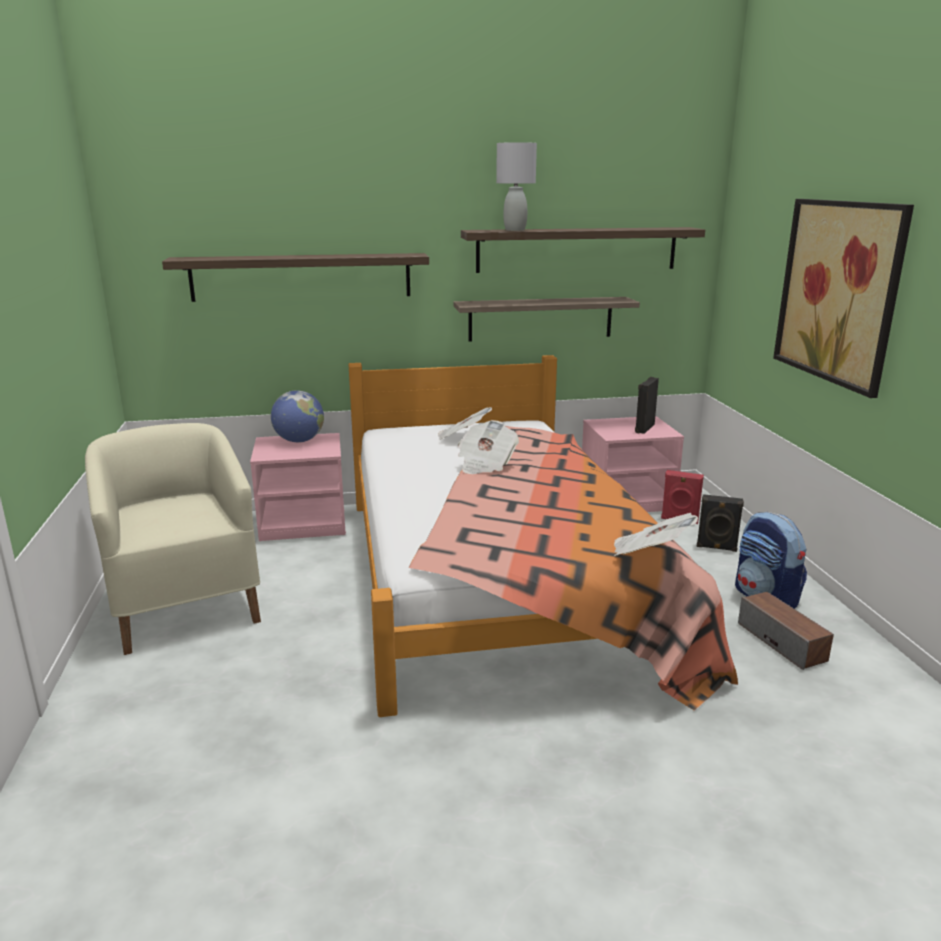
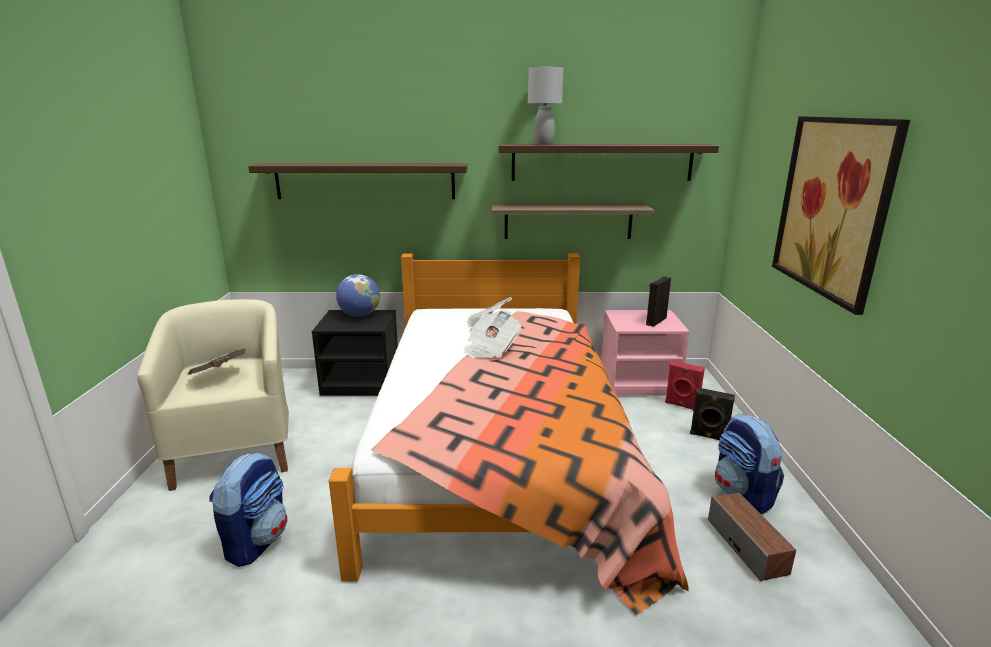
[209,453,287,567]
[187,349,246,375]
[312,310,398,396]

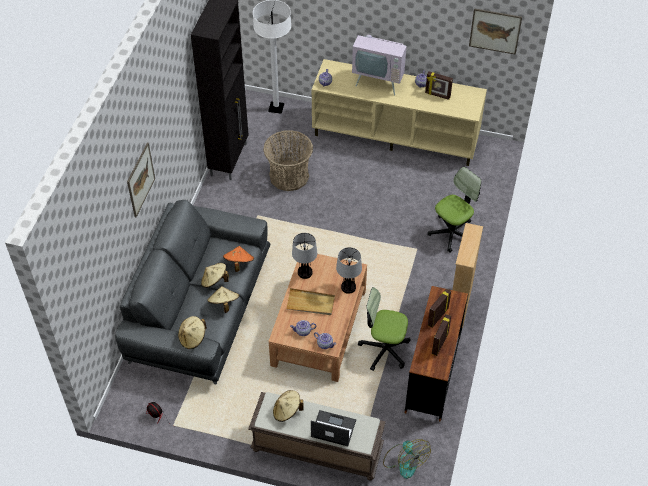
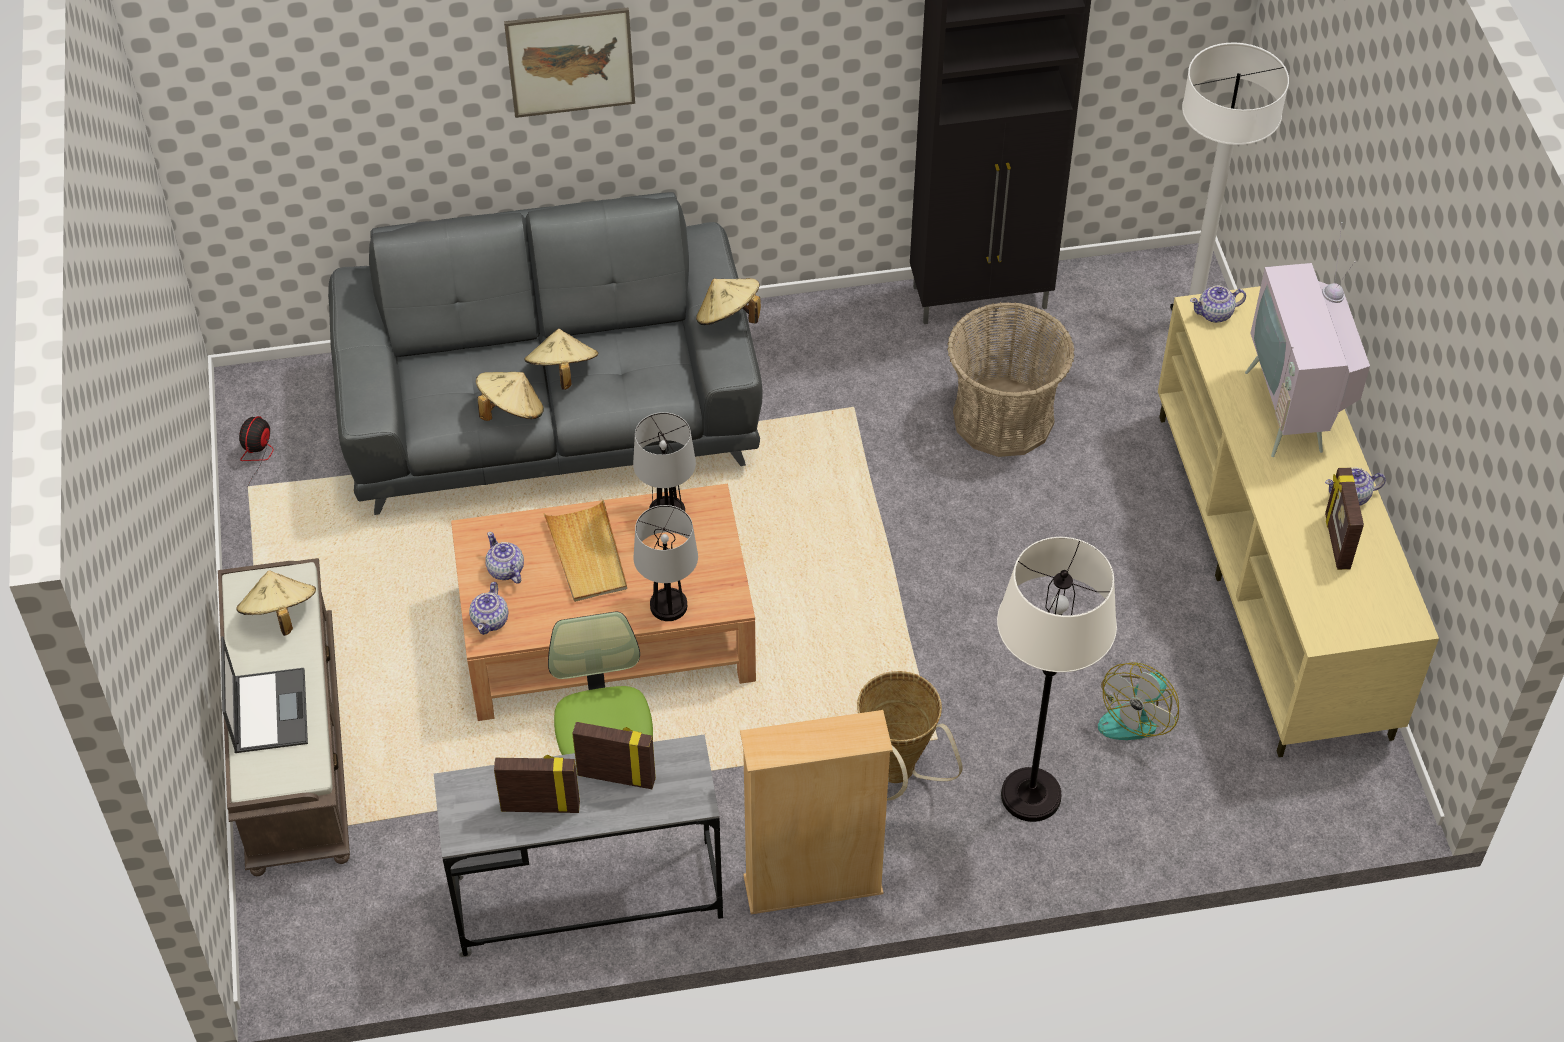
[223,246,254,272] (first image)
[469,8,522,55] (first image)
[857,671,963,801]
[696,278,761,325]
[1098,662,1179,740]
[997,537,1117,822]
[434,735,723,957]

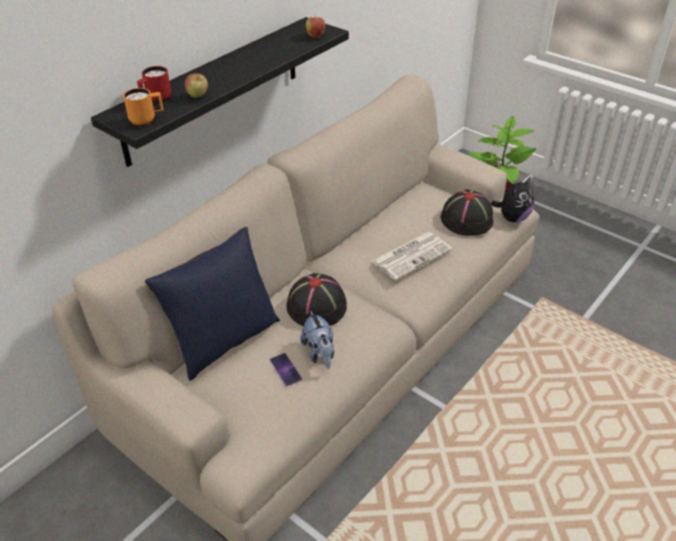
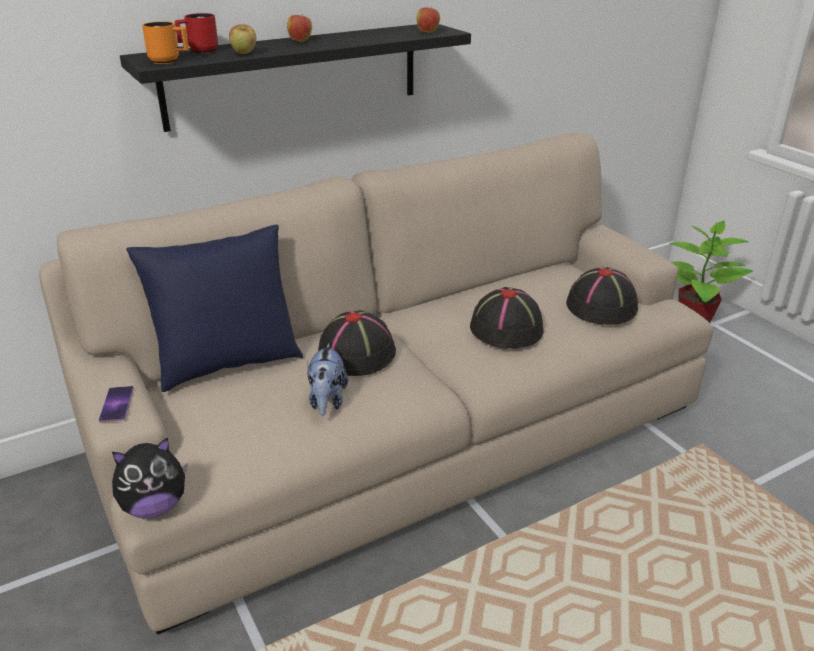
[287,14,312,42]
[99,386,134,422]
[112,438,187,518]
[470,287,544,349]

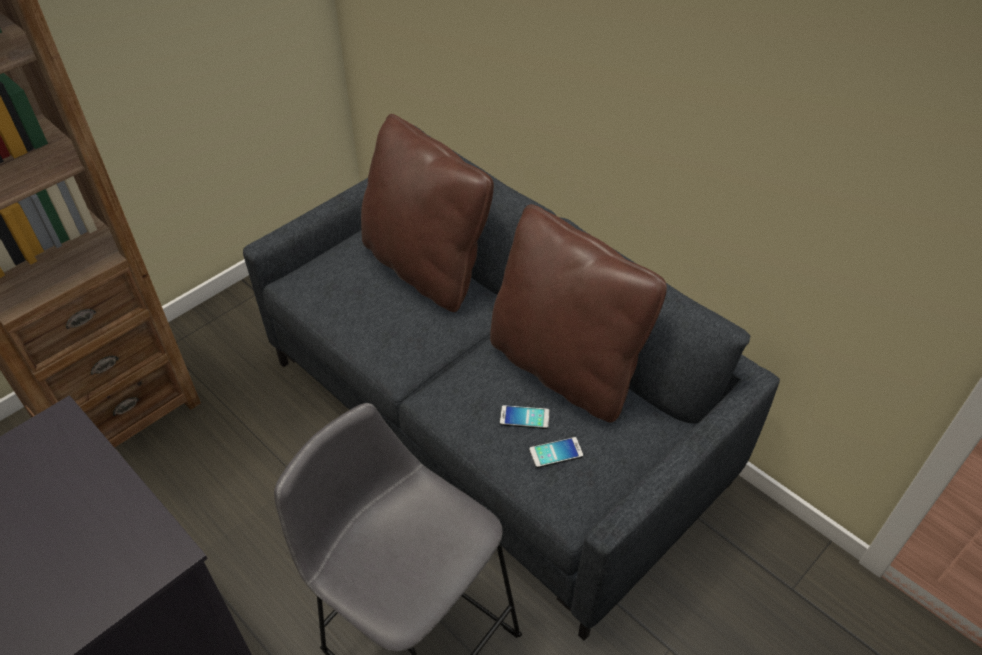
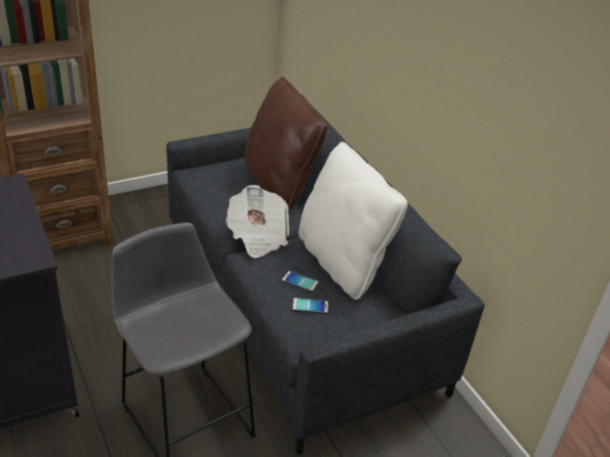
[225,185,289,258]
[299,142,408,300]

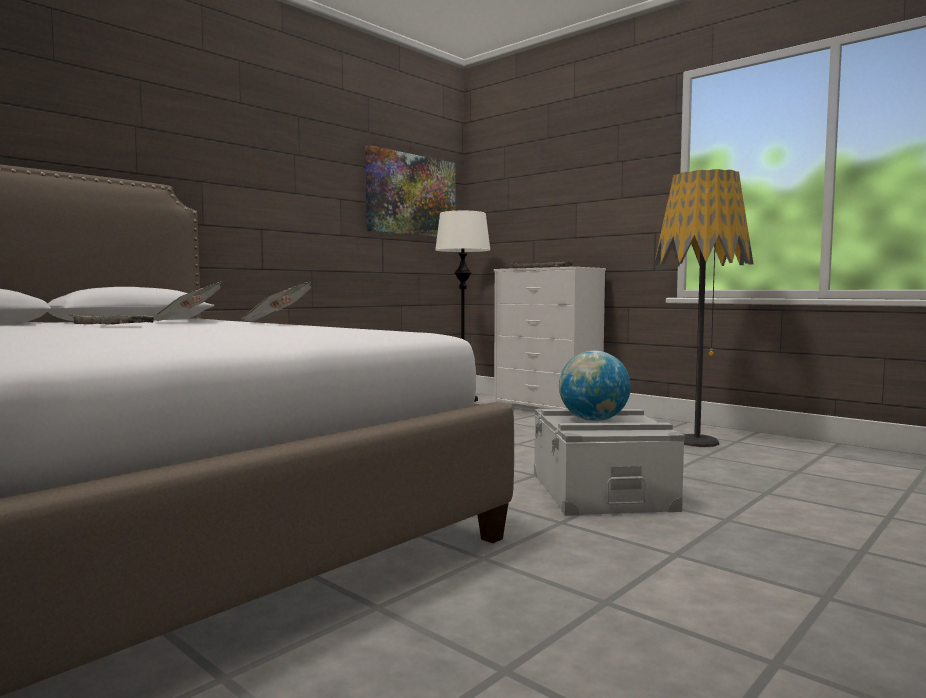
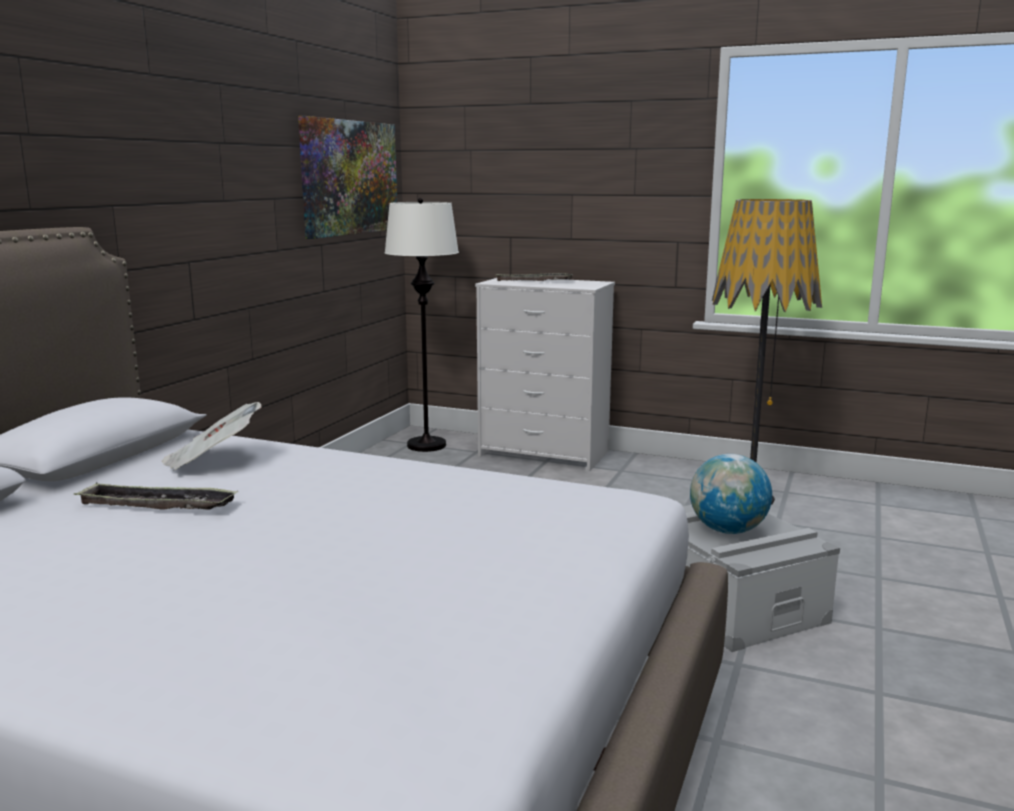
[241,281,311,322] (first image)

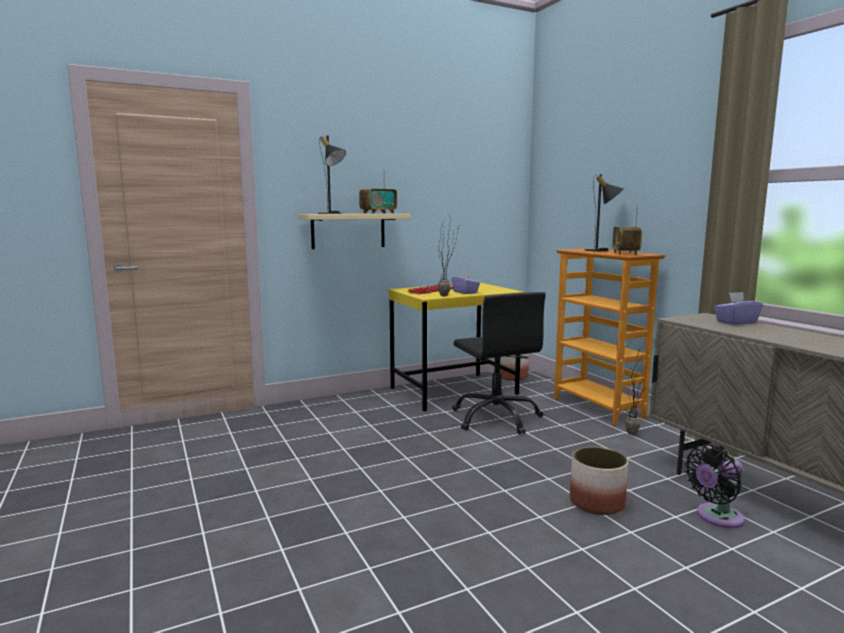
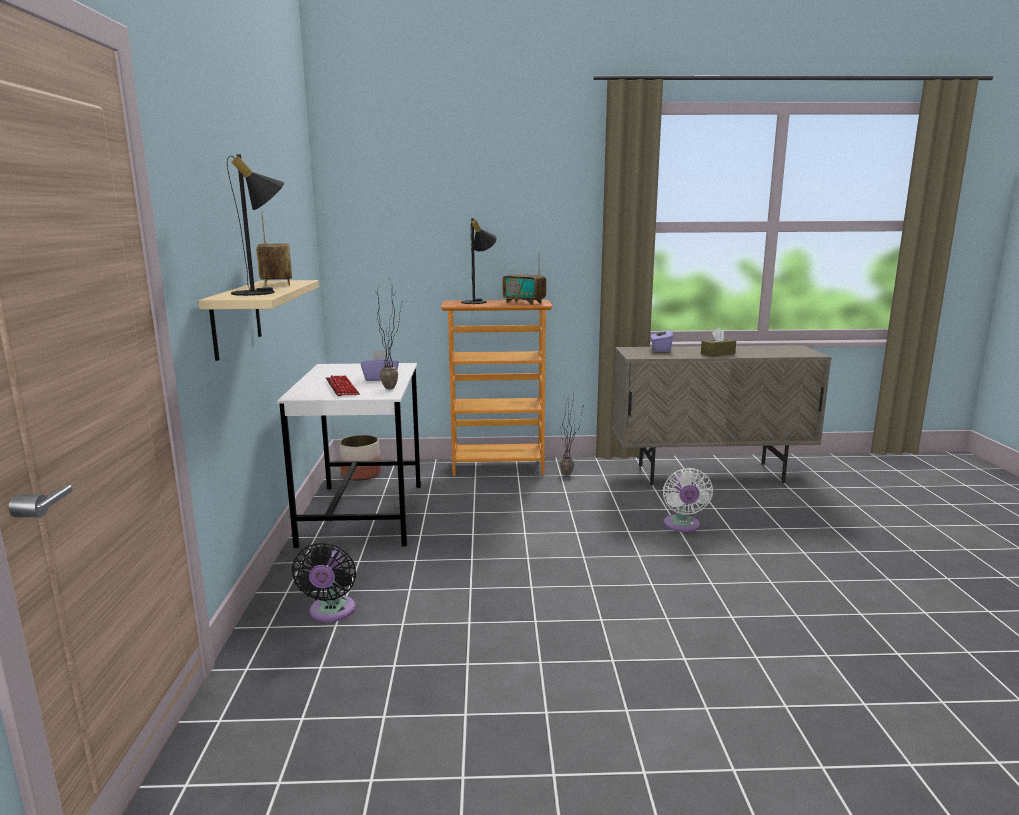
[452,292,546,435] (first image)
[701,327,736,357]
[291,542,356,622]
[663,468,713,532]
[277,363,421,549]

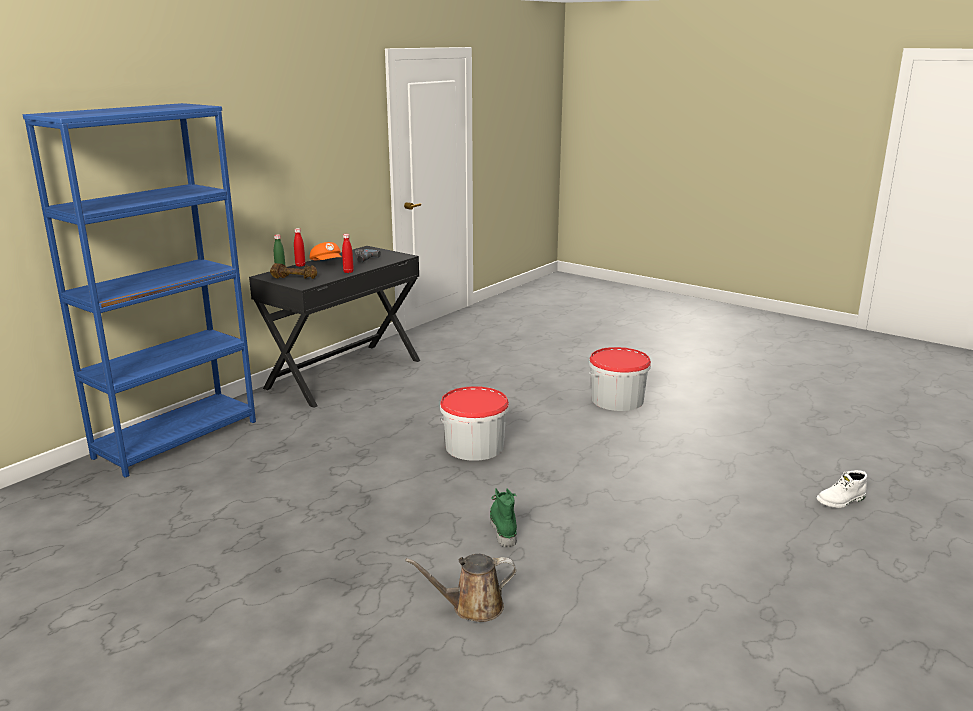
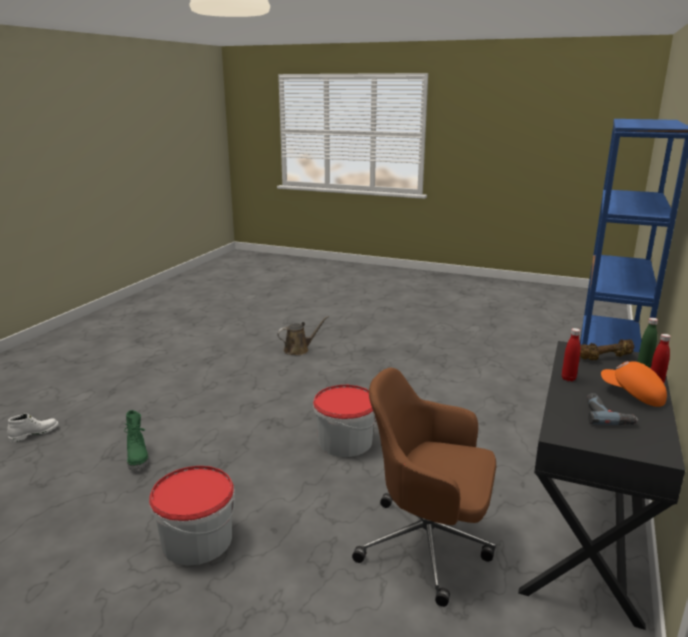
[352,367,496,607]
[124,410,149,471]

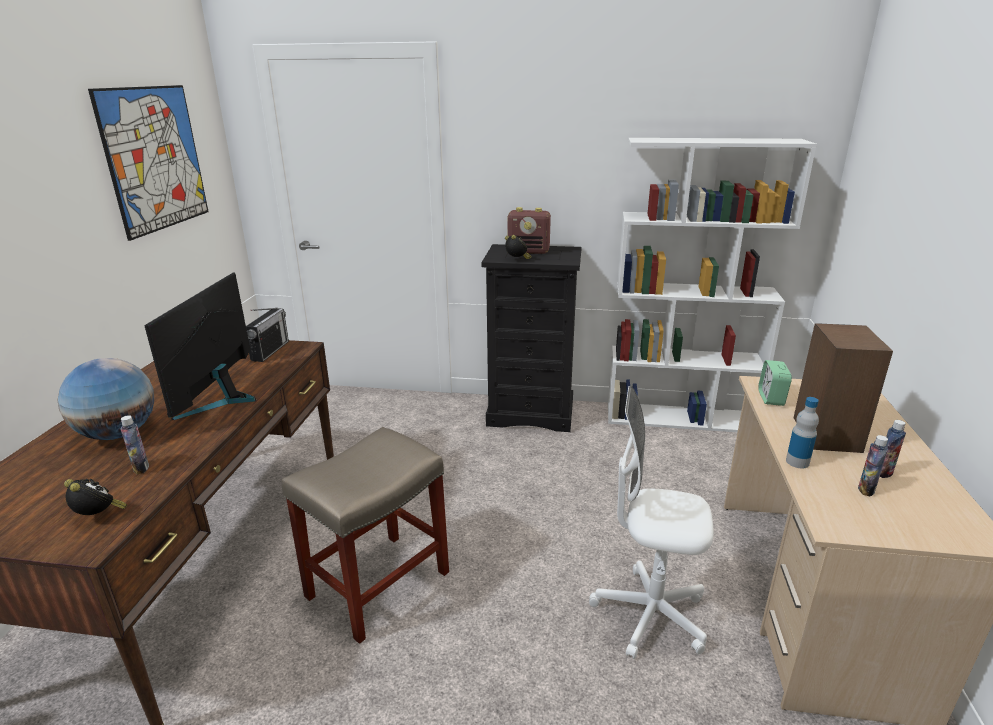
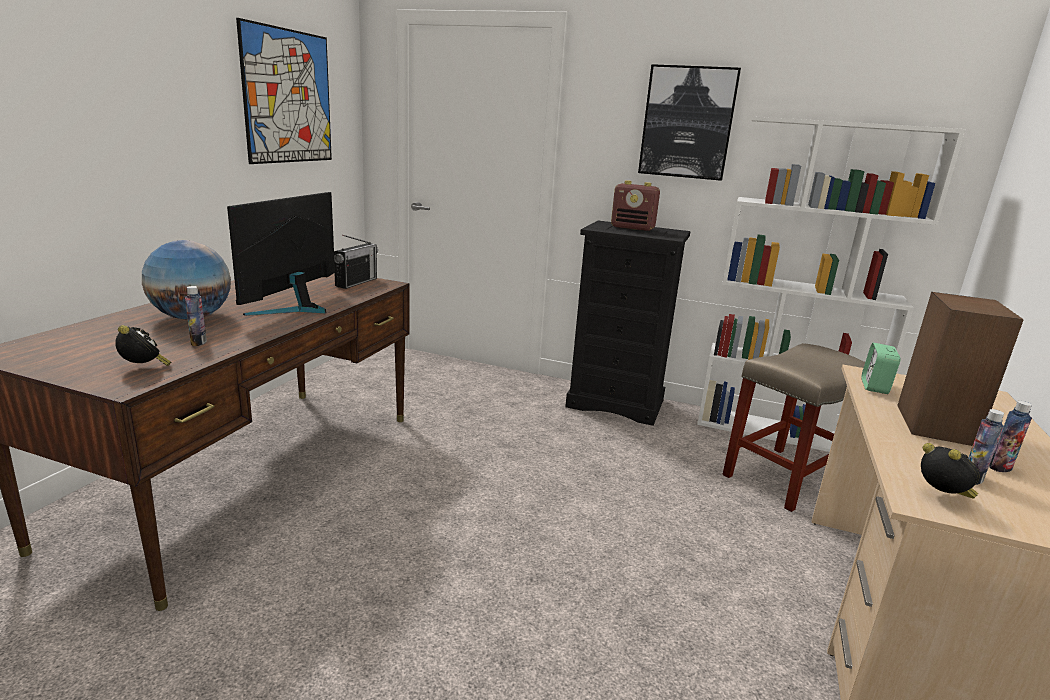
[589,386,714,659] (first image)
[786,397,819,468] (first image)
[638,64,741,181]
[723,343,865,512]
[921,443,980,499]

